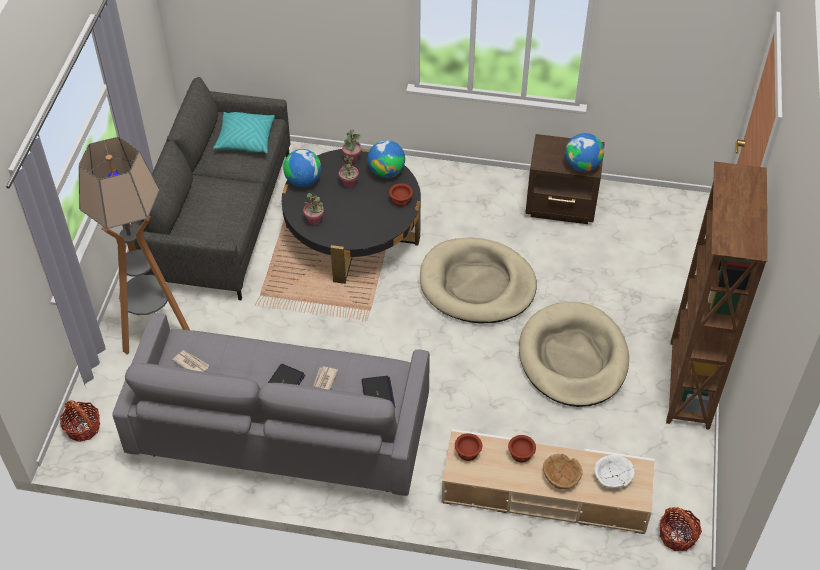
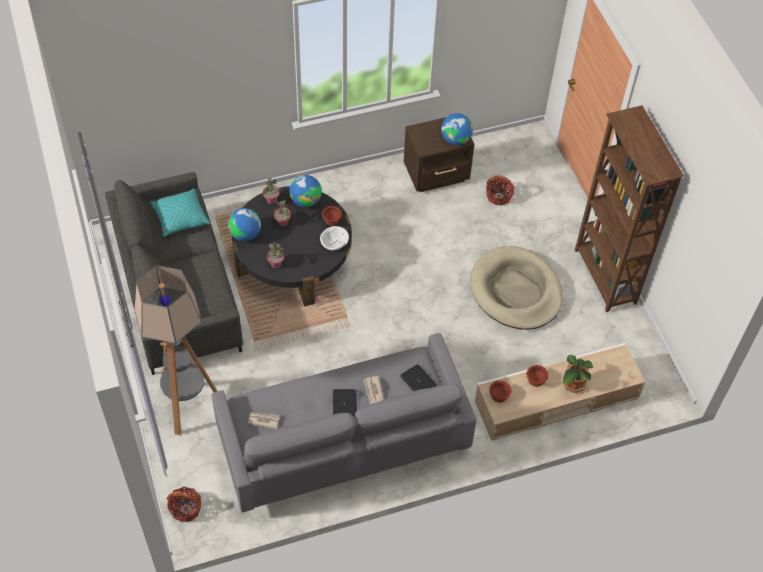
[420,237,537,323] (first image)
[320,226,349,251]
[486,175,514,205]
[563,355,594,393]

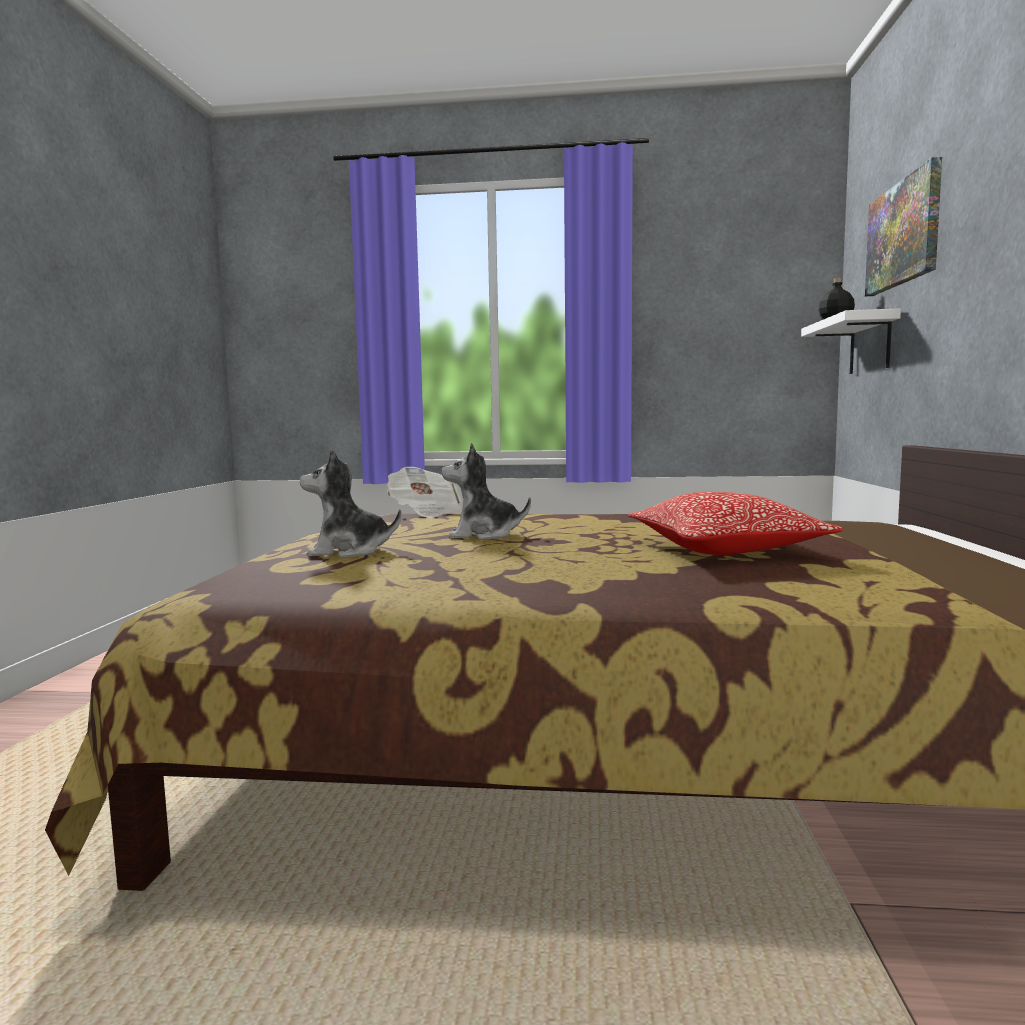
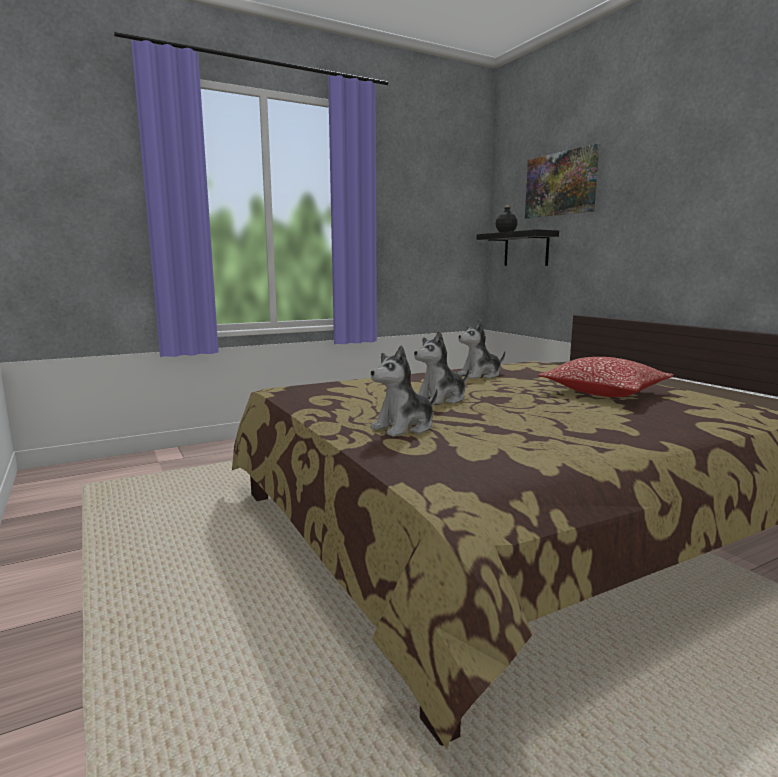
[387,467,462,518] (first image)
[457,319,505,379]
[476,229,559,266]

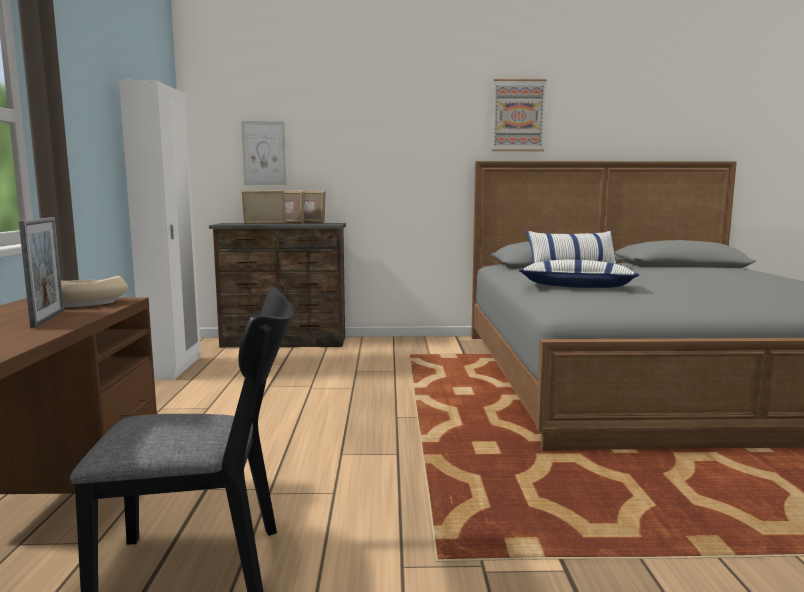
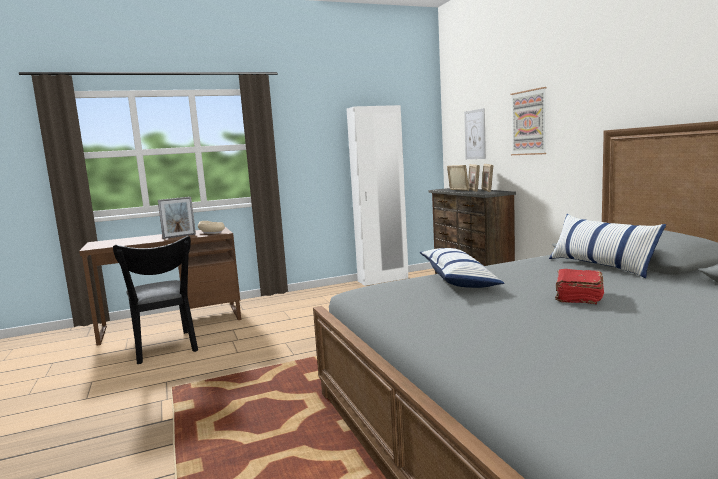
[555,269,604,304]
[511,87,546,155]

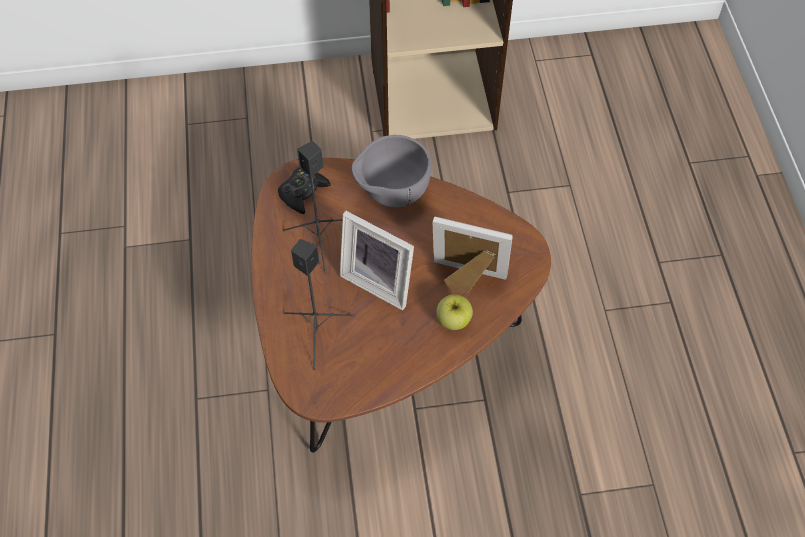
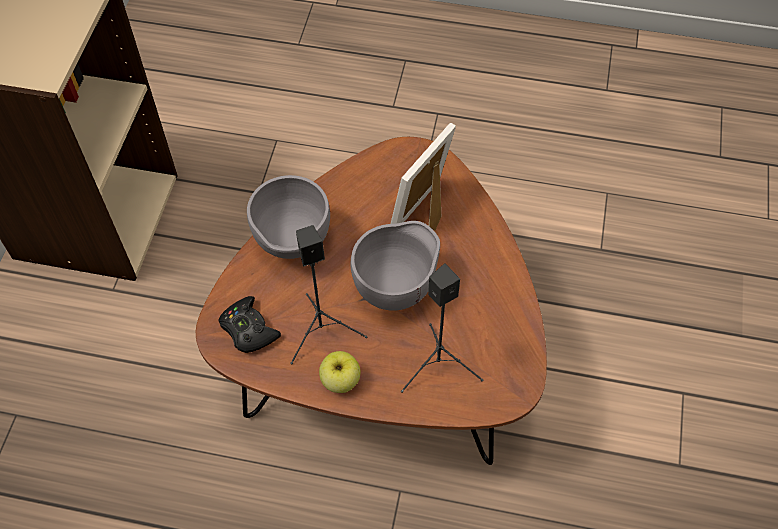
[319,351,360,393]
[351,221,440,311]

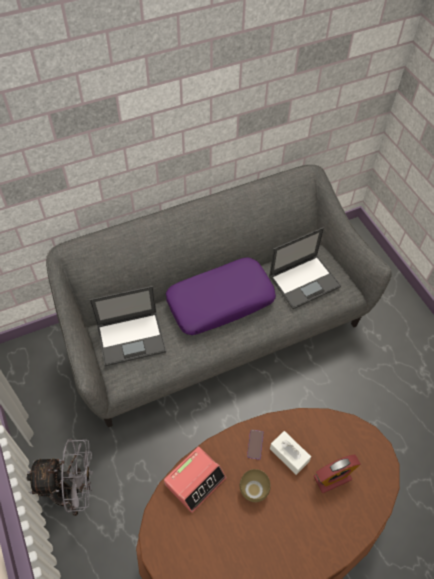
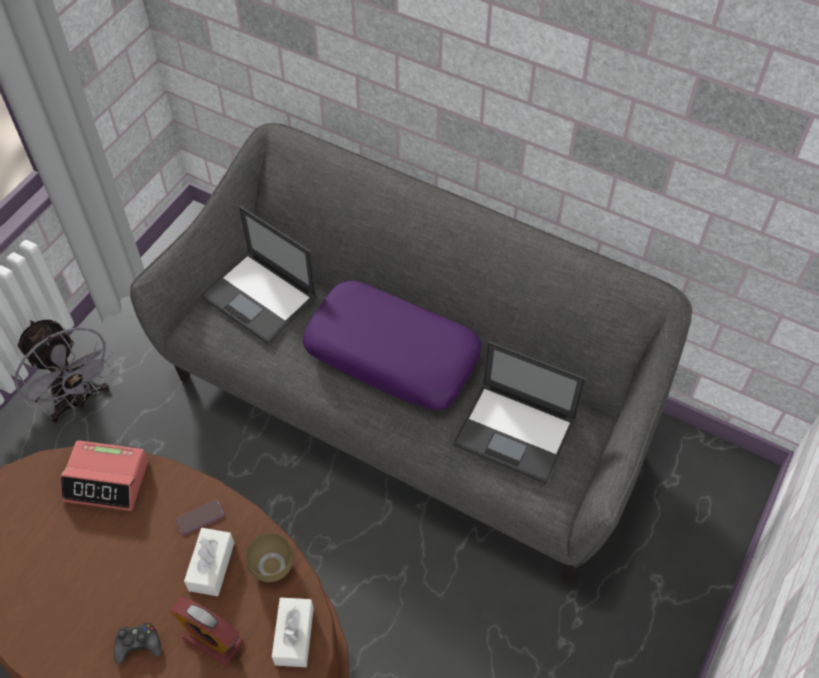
[114,623,162,664]
[272,597,314,667]
[246,533,293,582]

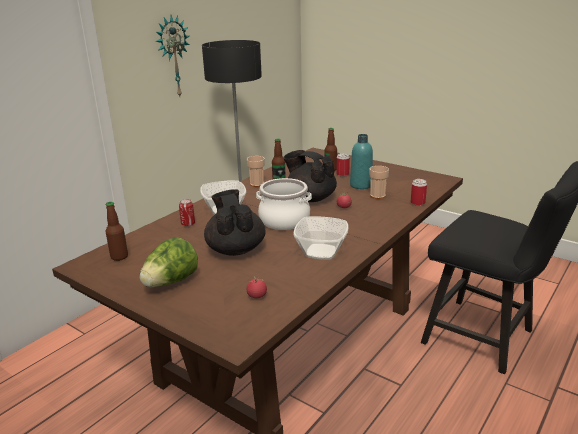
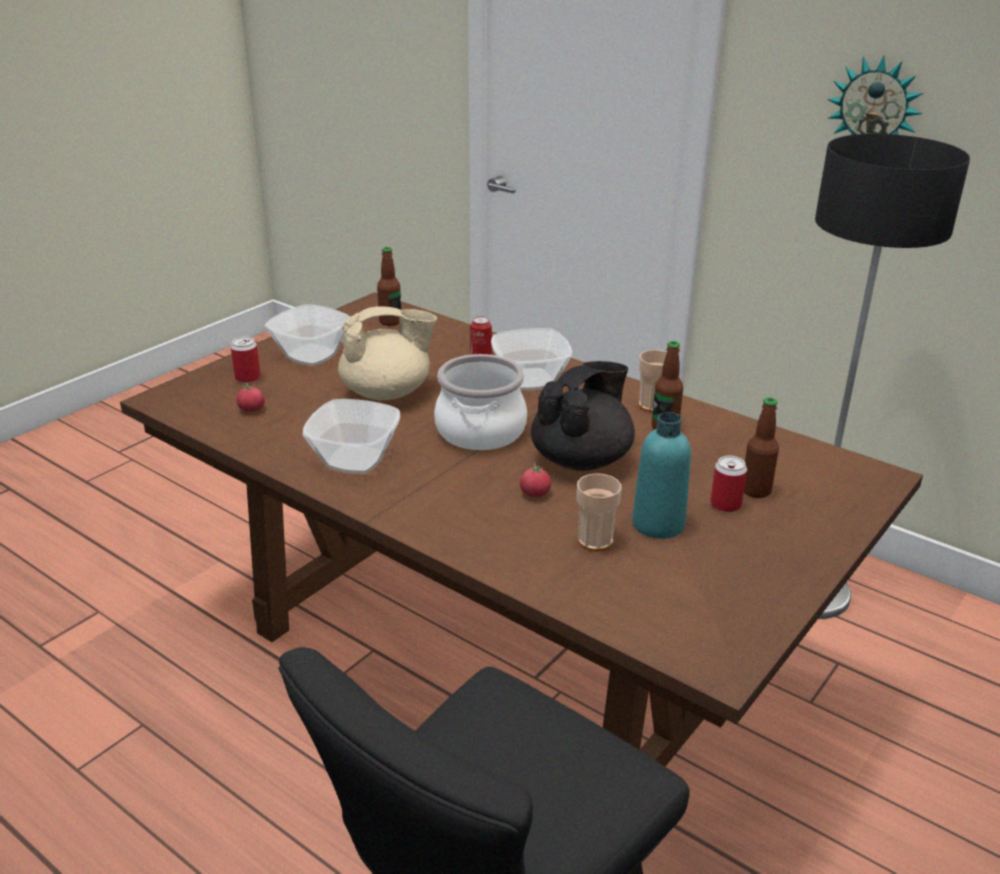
[231,337,261,383]
[265,304,350,366]
[338,306,437,401]

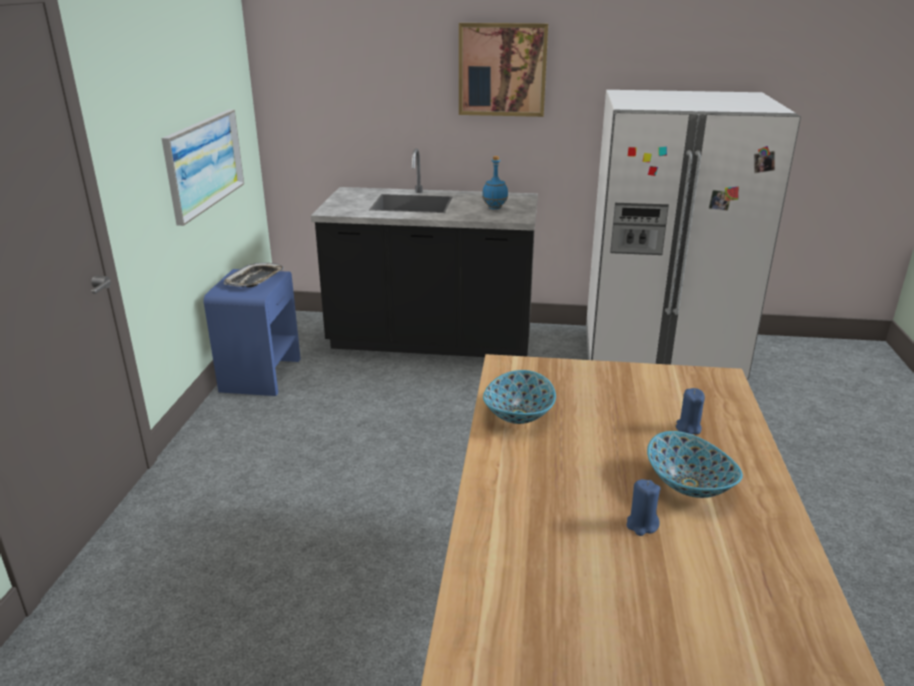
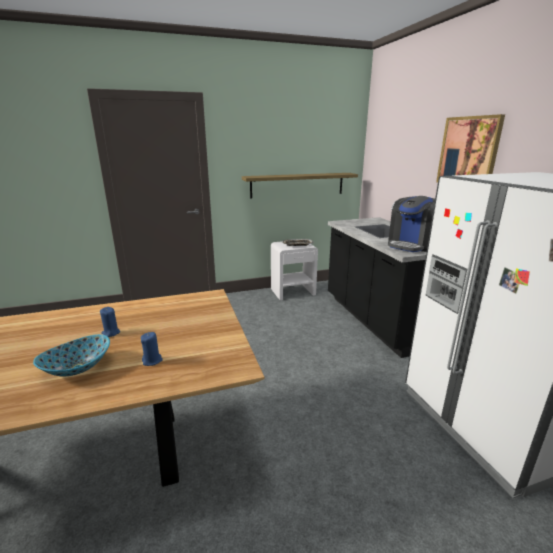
[483,370,556,424] (first image)
[100,307,120,337]
[242,173,358,199]
[388,196,435,252]
[271,241,318,300]

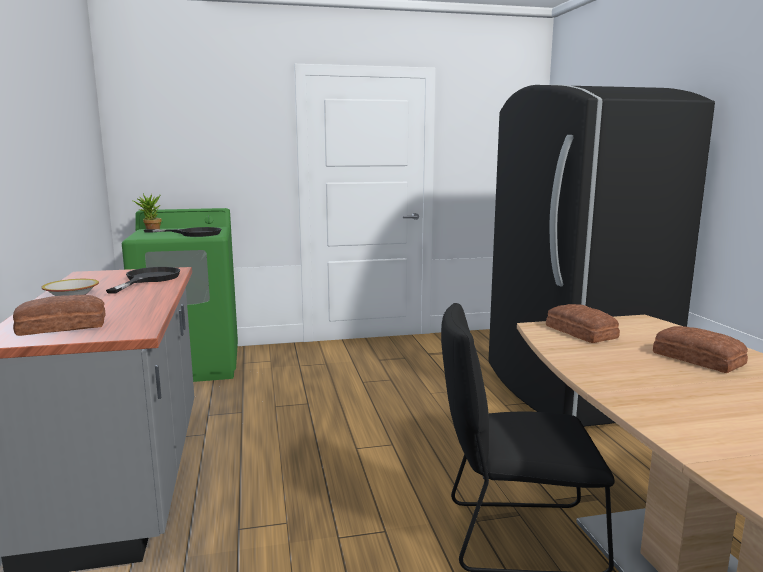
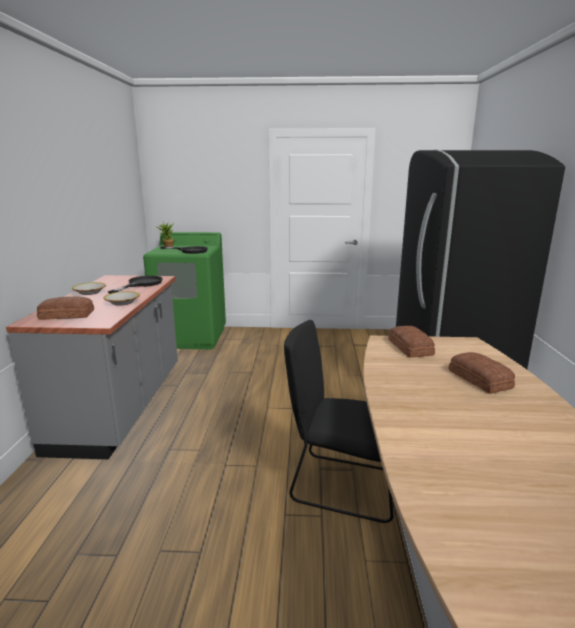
[103,291,140,306]

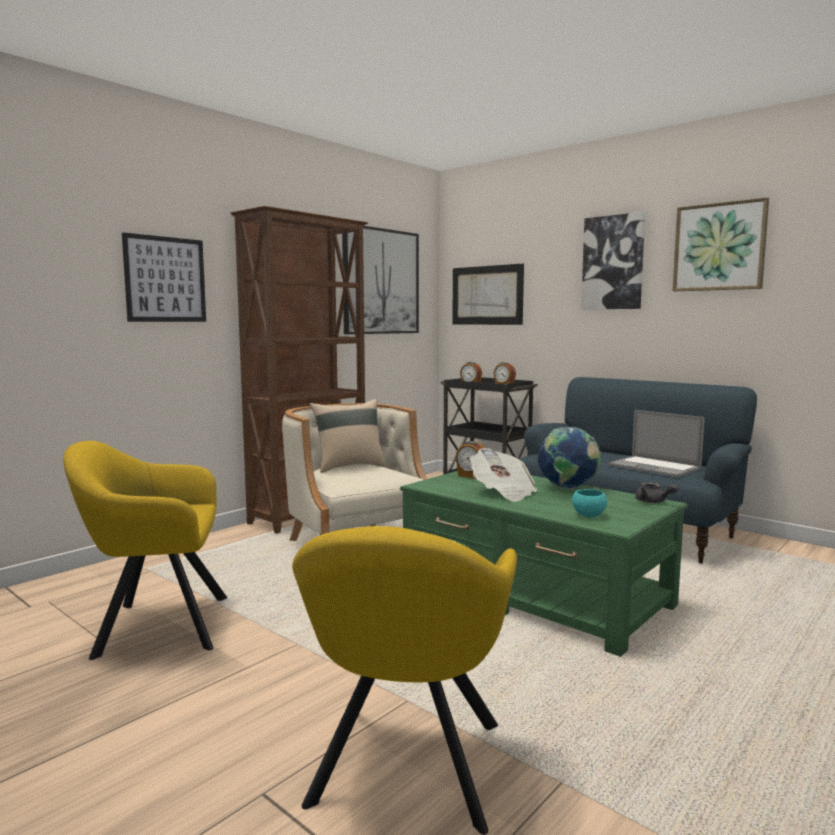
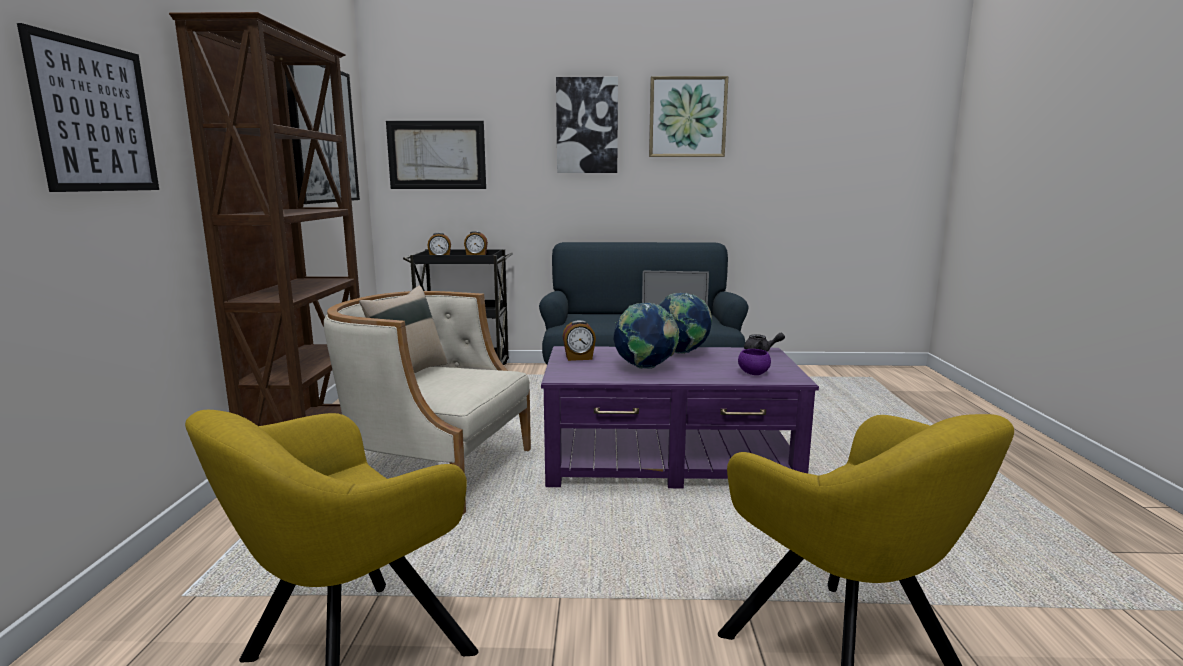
[614,303,679,369]
[541,346,819,488]
[738,349,771,375]

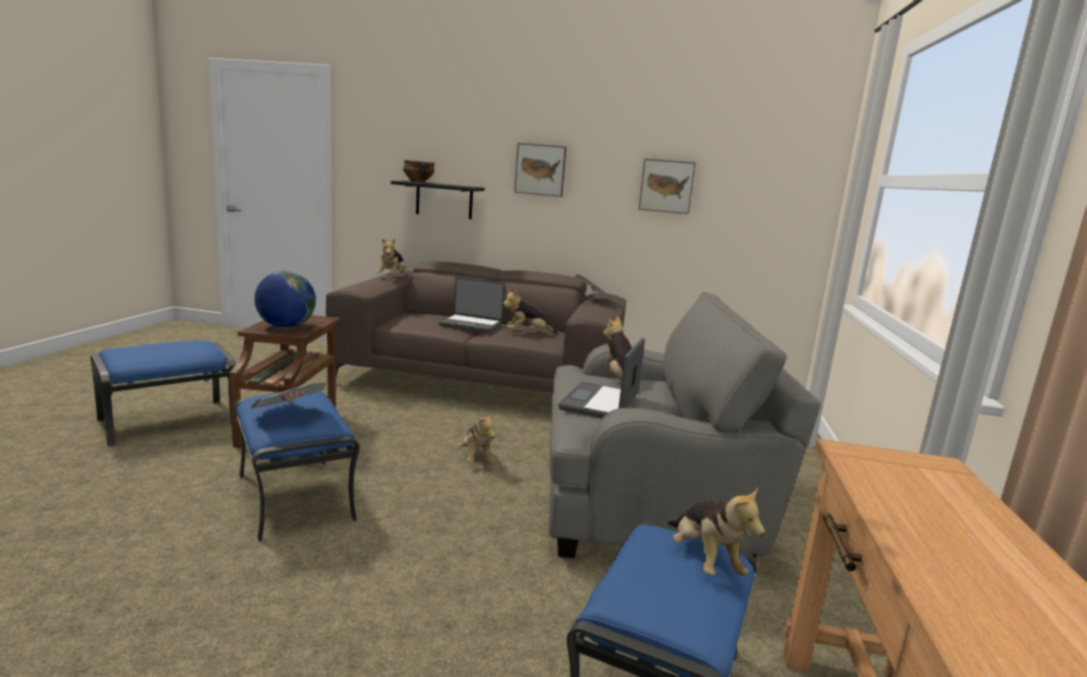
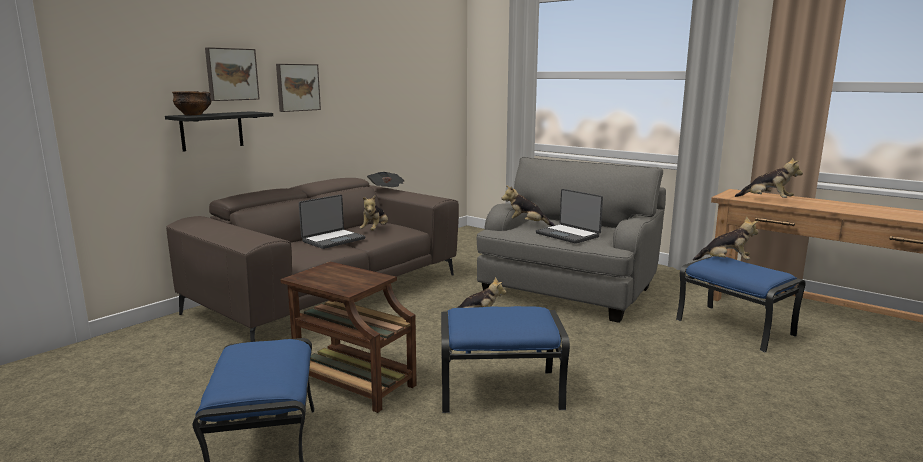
[250,383,327,409] (first image)
[254,271,316,328] (first image)
[735,157,803,198]
[205,47,259,101]

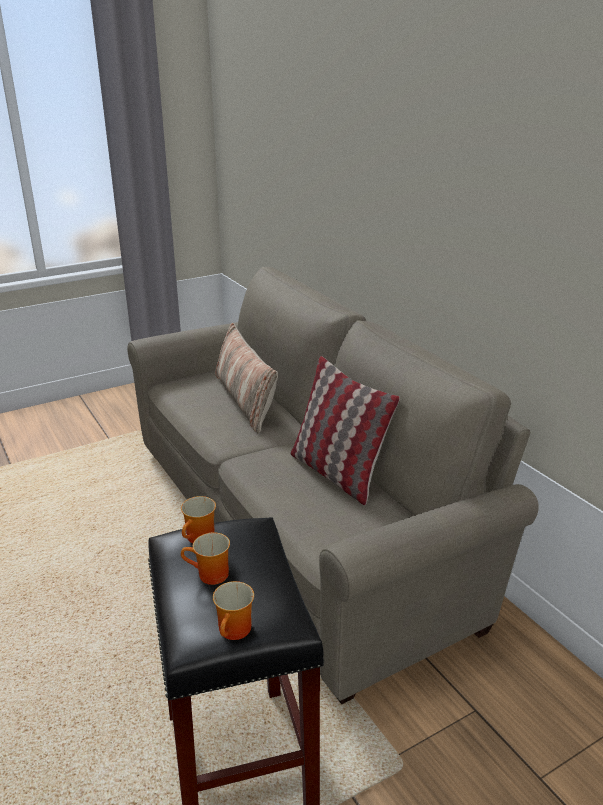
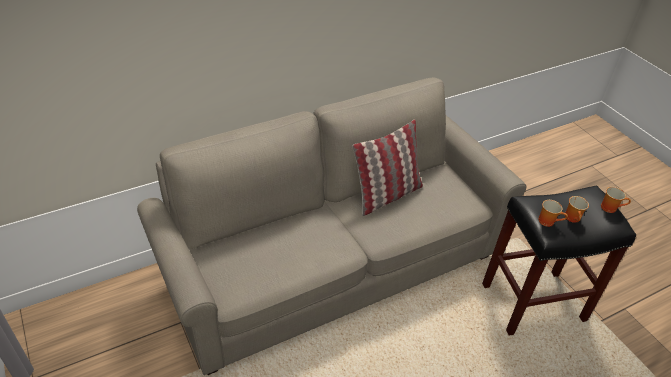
[215,323,278,434] (first image)

